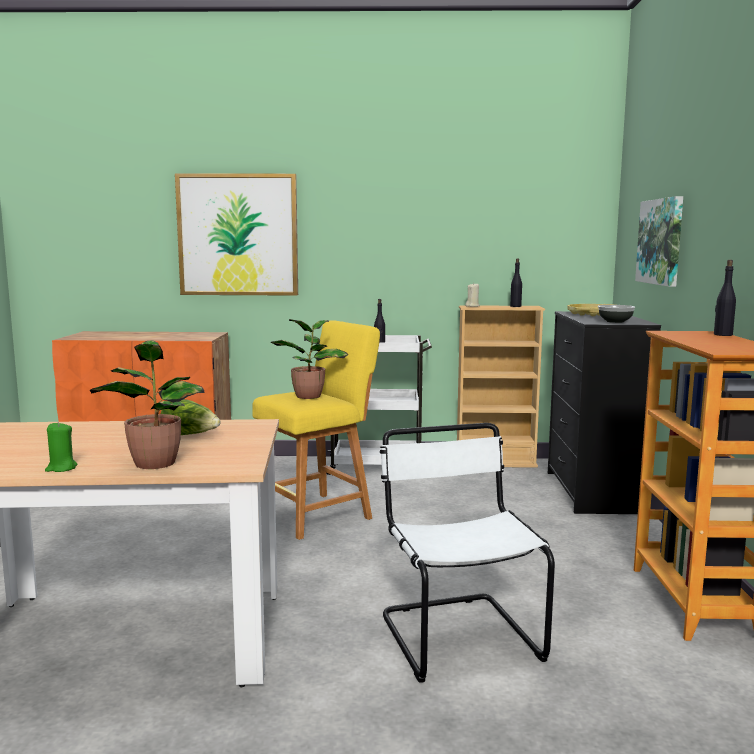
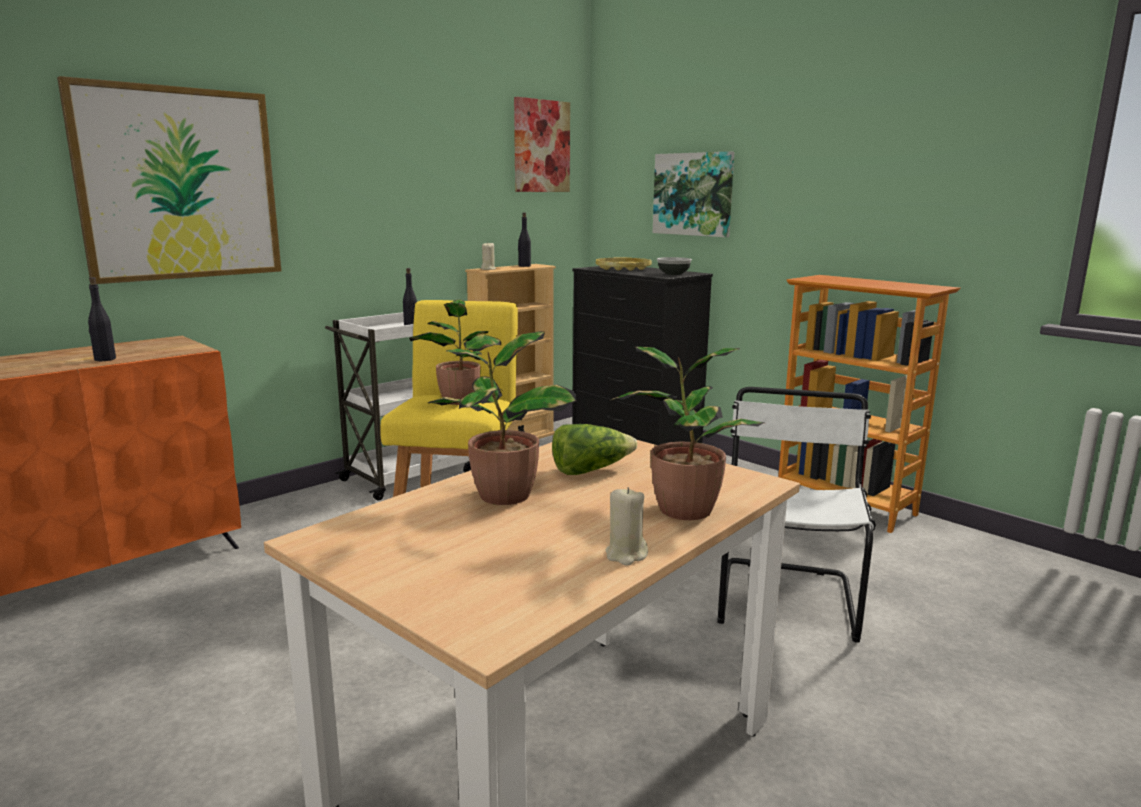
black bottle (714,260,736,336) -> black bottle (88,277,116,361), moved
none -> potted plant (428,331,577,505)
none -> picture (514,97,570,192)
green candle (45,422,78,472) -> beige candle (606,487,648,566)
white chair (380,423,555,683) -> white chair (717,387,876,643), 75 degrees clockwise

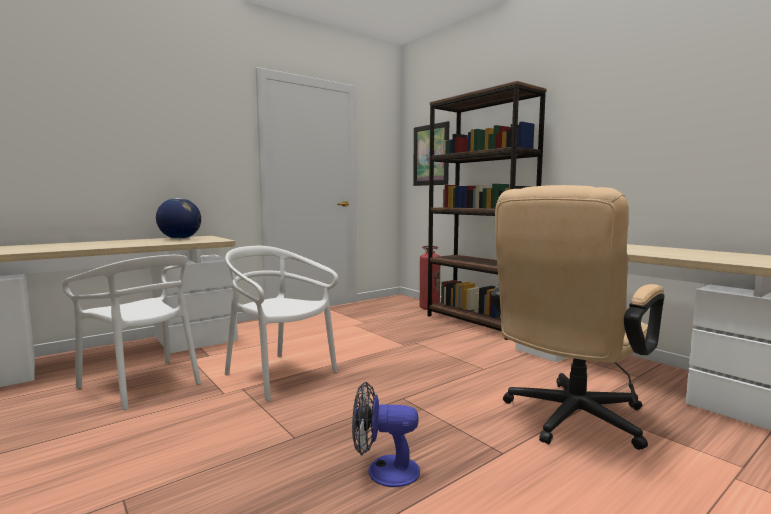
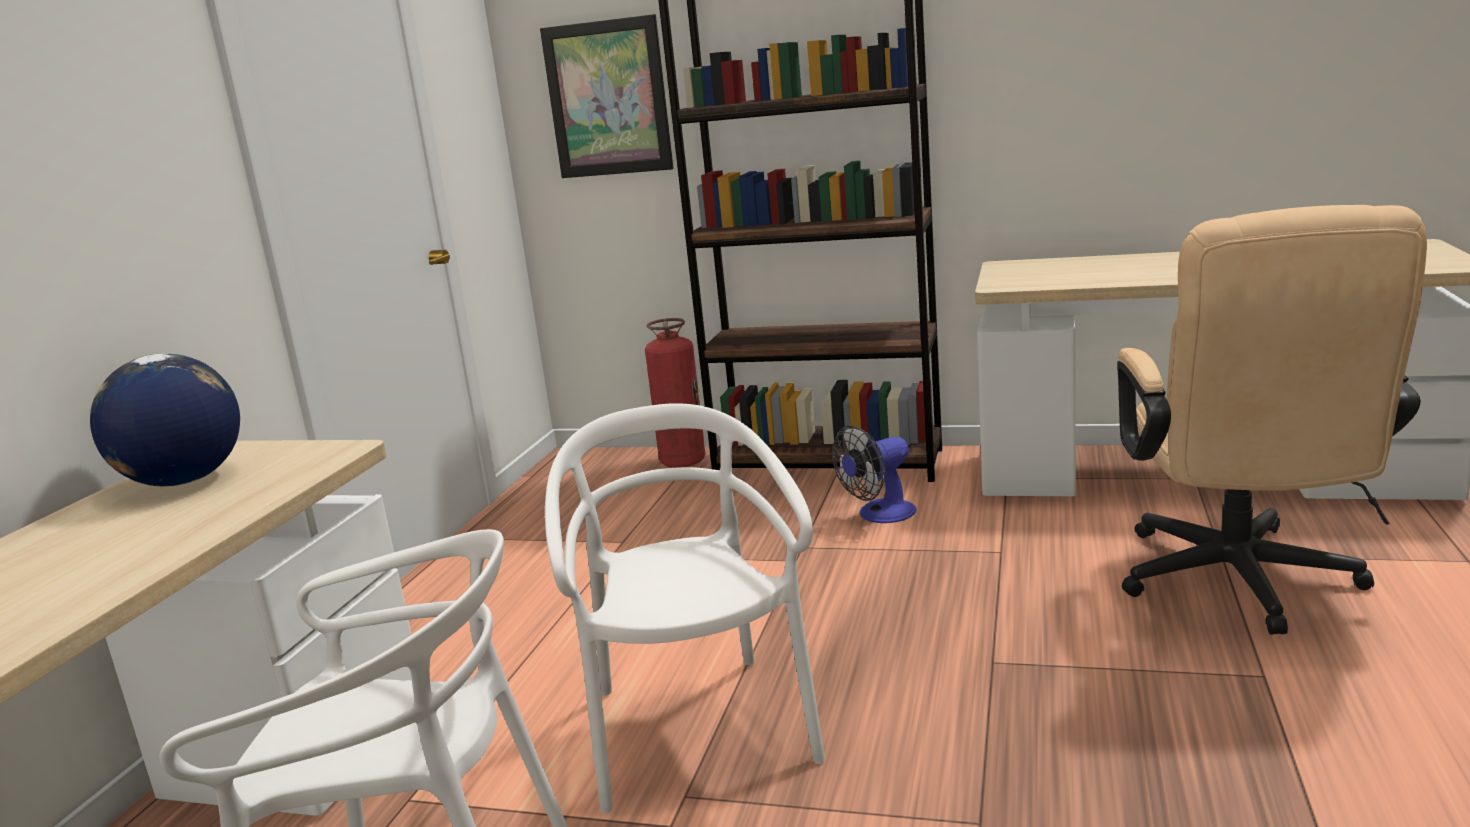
white chair (225,246,338,401) -> white chair (545,403,825,813), 75 degrees clockwise
fan (352,382,420,487) -> fan (832,425,917,523), moved

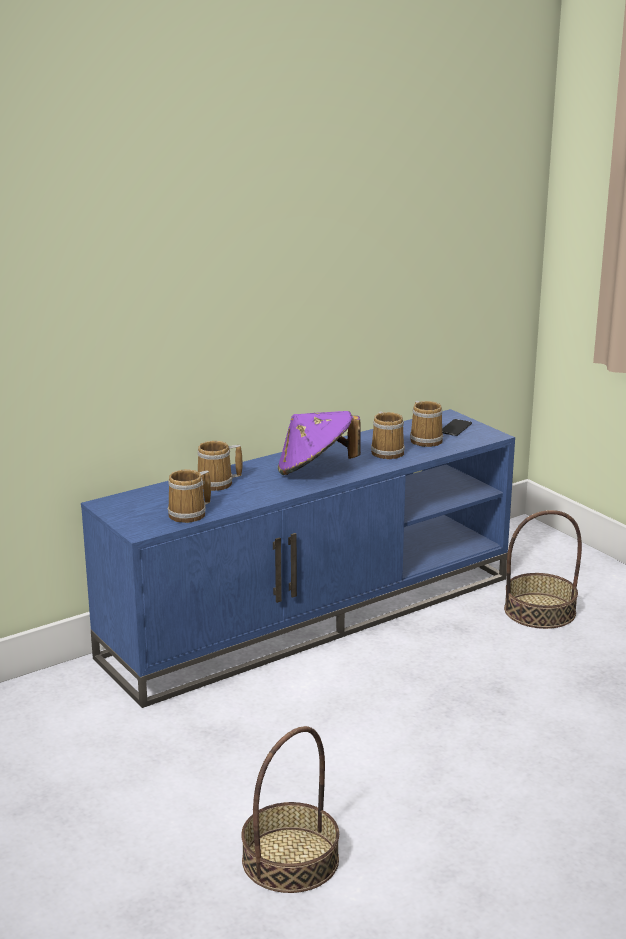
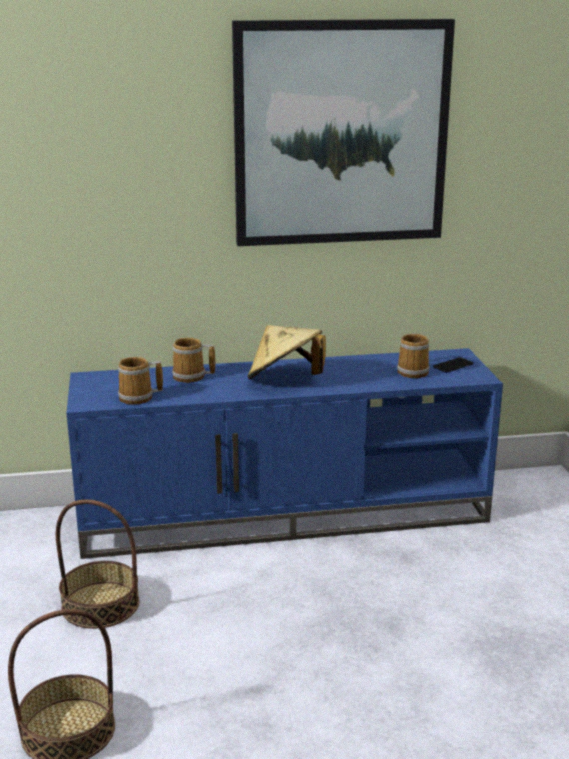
basket (504,510,582,629) -> basket (56,500,139,629), moved
none -> picture (232,19,455,246)
purple hat (278,411,361,475) -> beige hat (248,325,326,379)
mug (371,411,405,459) -> none

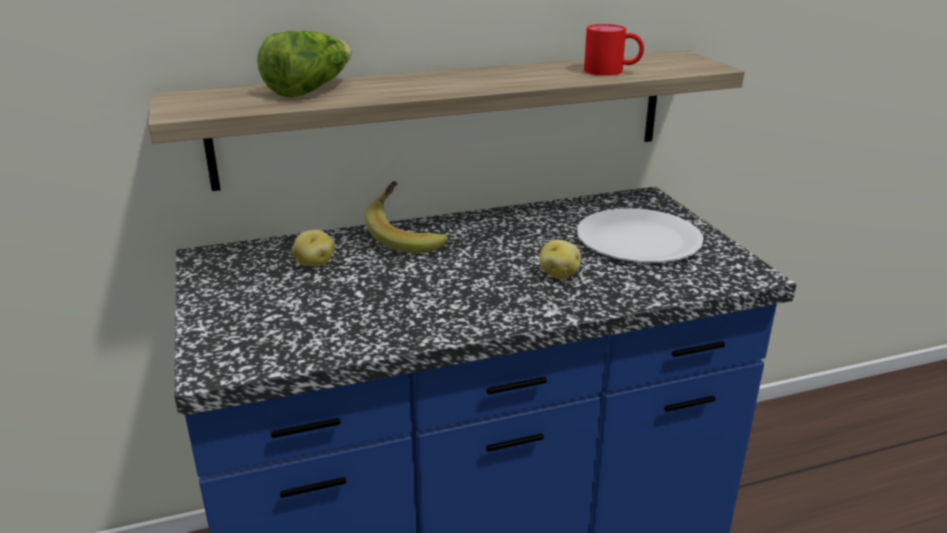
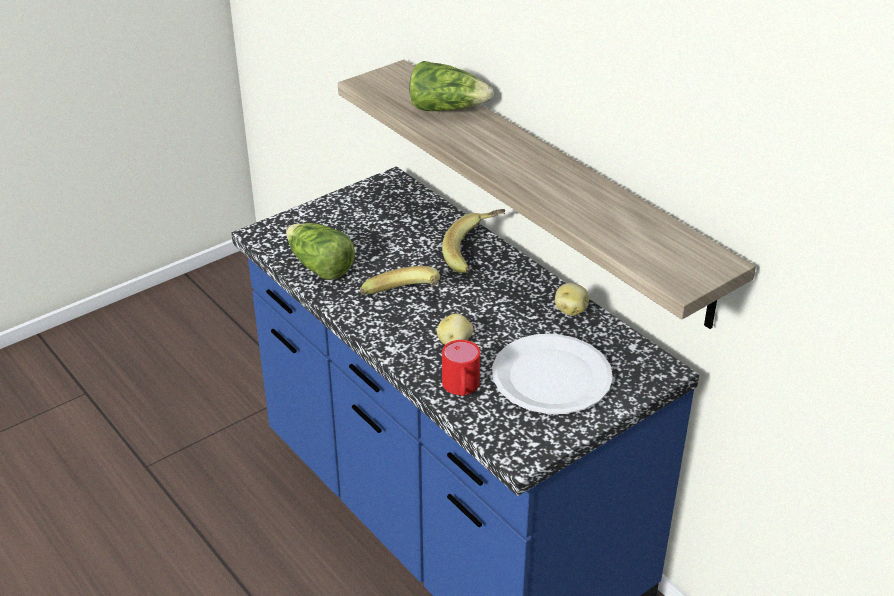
none -> lettuce (286,223,355,280)
none -> banana (360,266,440,295)
red mug (584,24,644,76) -> red mug (442,340,480,396), moved
potato (291,230,335,266) -> potato (555,283,589,316), moved

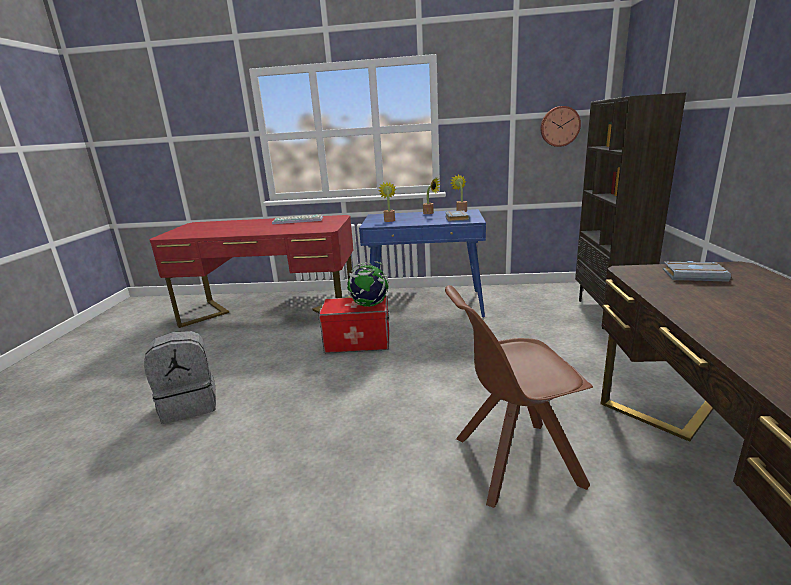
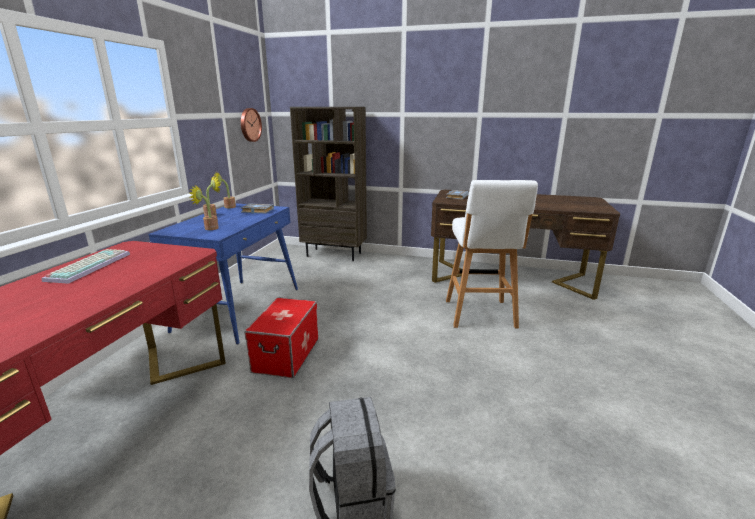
brown chair (445,285,593,508) -> white stool (446,180,538,328)
globe (347,261,389,307) -> none

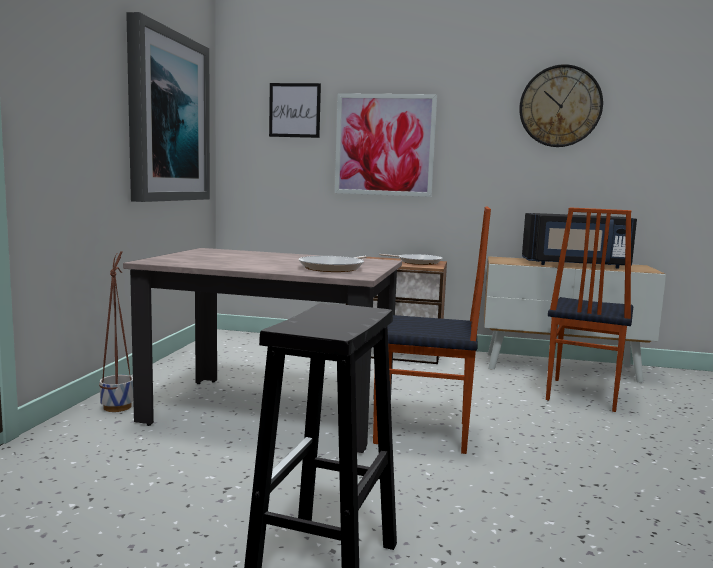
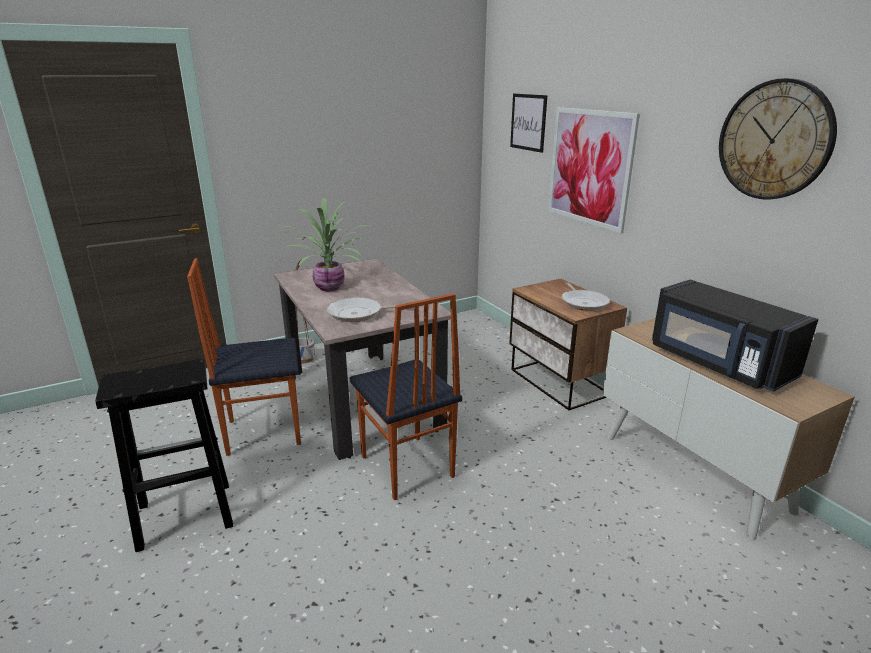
chair (546,207,633,412) -> chair (187,258,301,456), moved
none -> potted plant (281,198,369,291)
picture (126,12,210,202) -> none

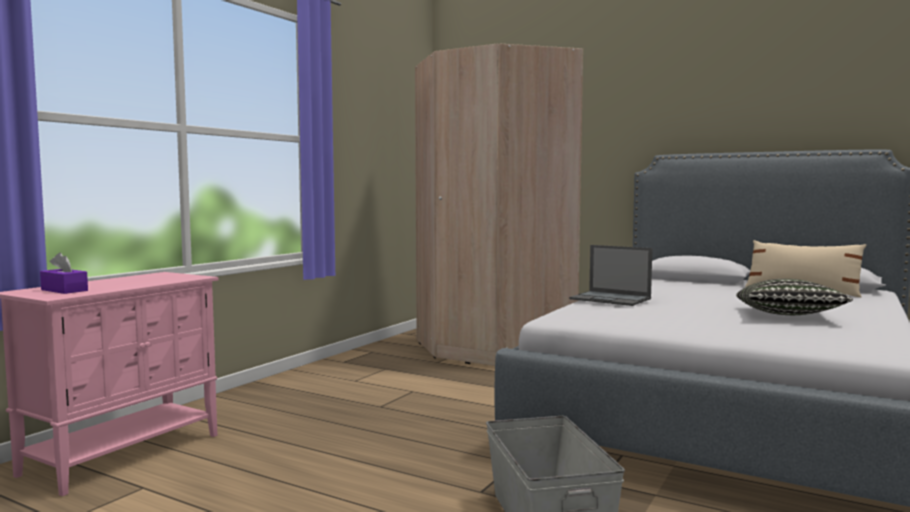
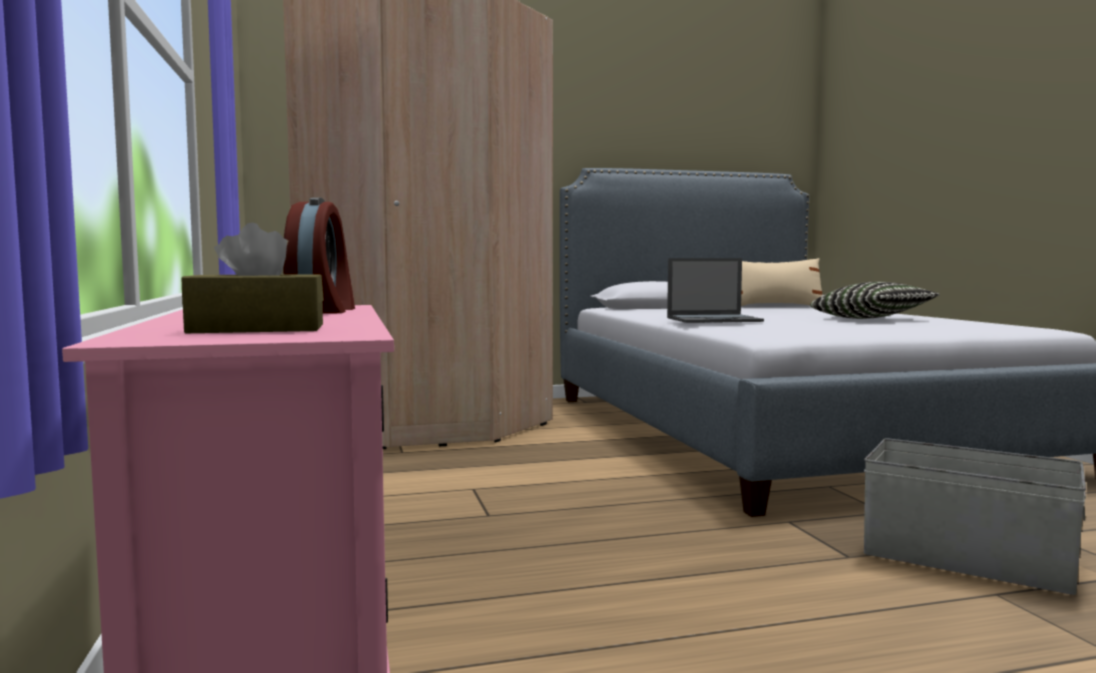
purple tissue box (40,252,88,294) -> brown tissue box (181,223,324,333)
none -> alarm clock (283,198,355,313)

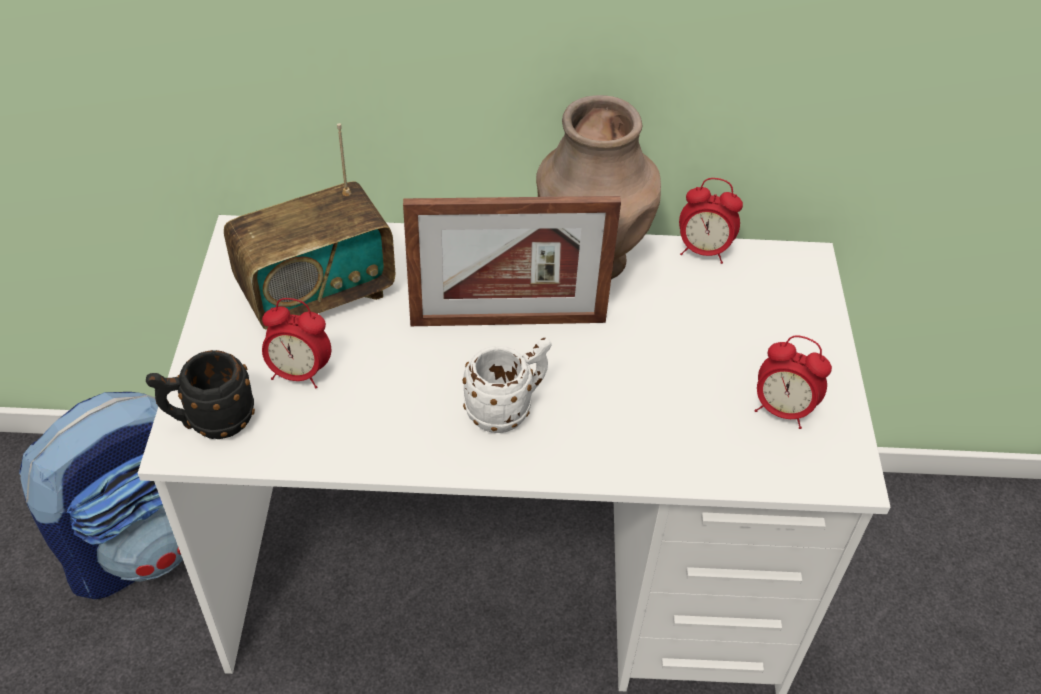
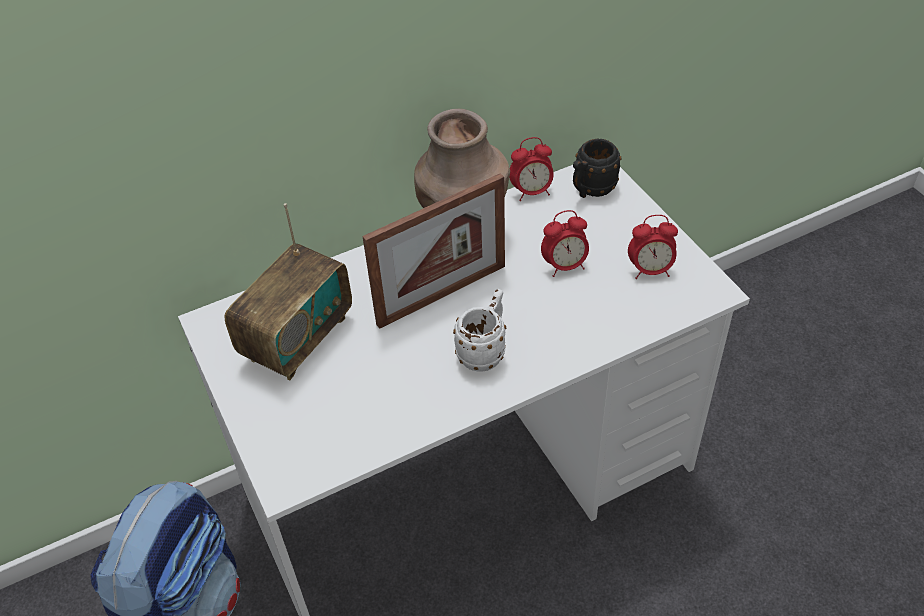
alarm clock (262,298,331,388) -> alarm clock (541,210,589,277), moved
black mug (146,350,255,439) -> black mug (573,139,621,198), moved

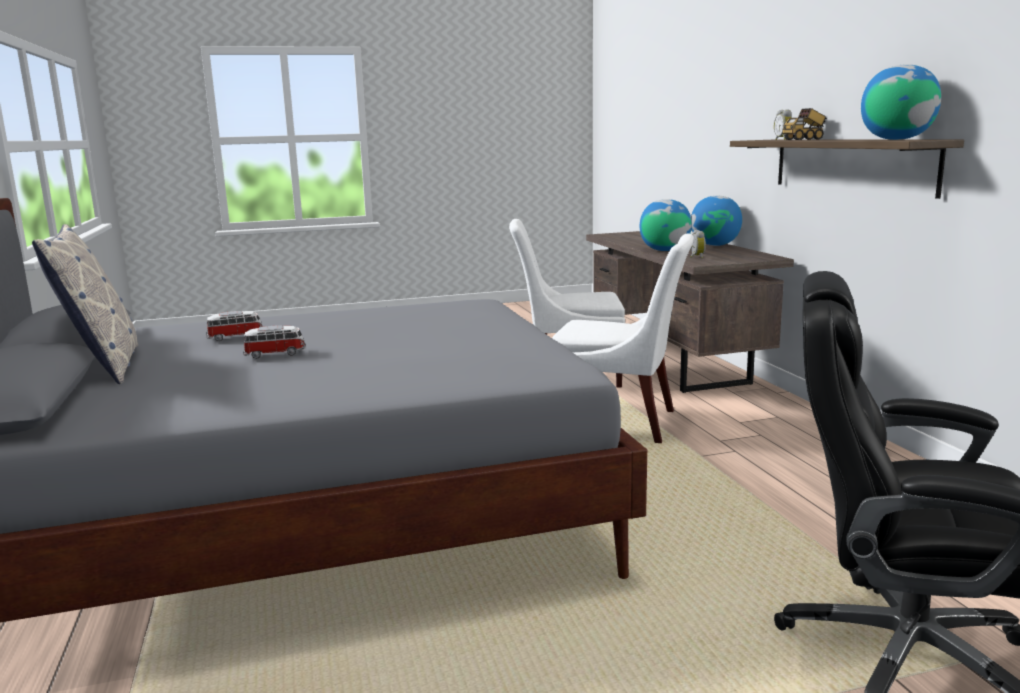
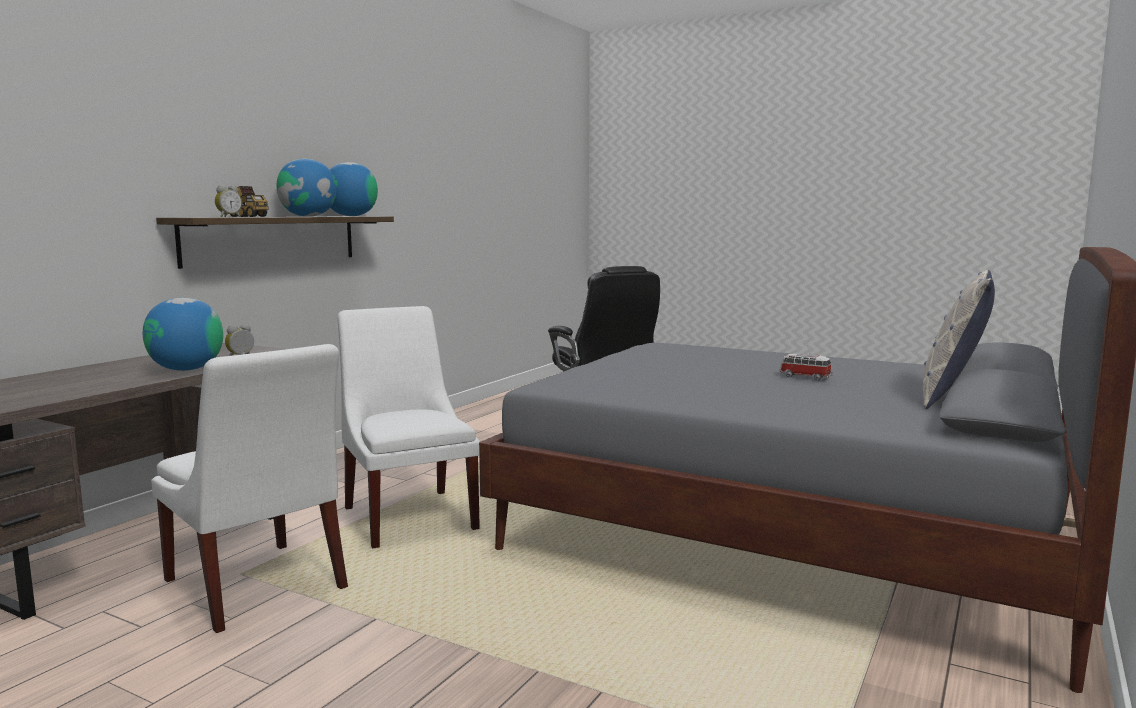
globe (691,196,742,246) -> globe (277,159,336,217), moved
toy car (206,311,262,341) -> none

